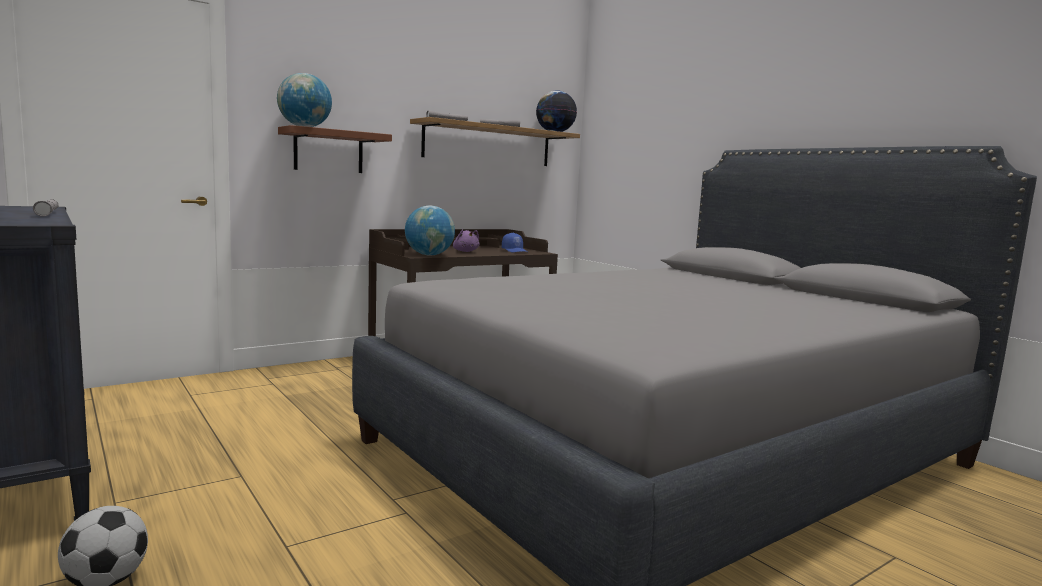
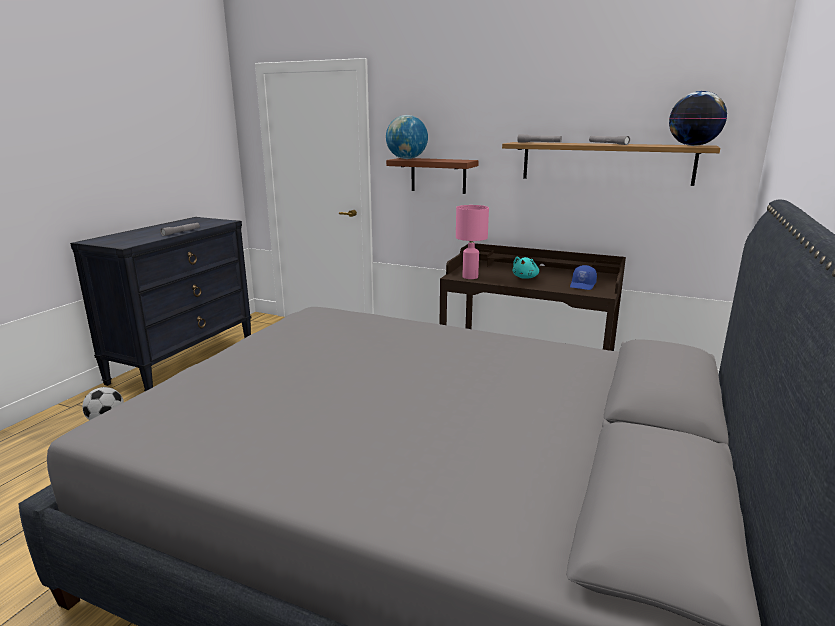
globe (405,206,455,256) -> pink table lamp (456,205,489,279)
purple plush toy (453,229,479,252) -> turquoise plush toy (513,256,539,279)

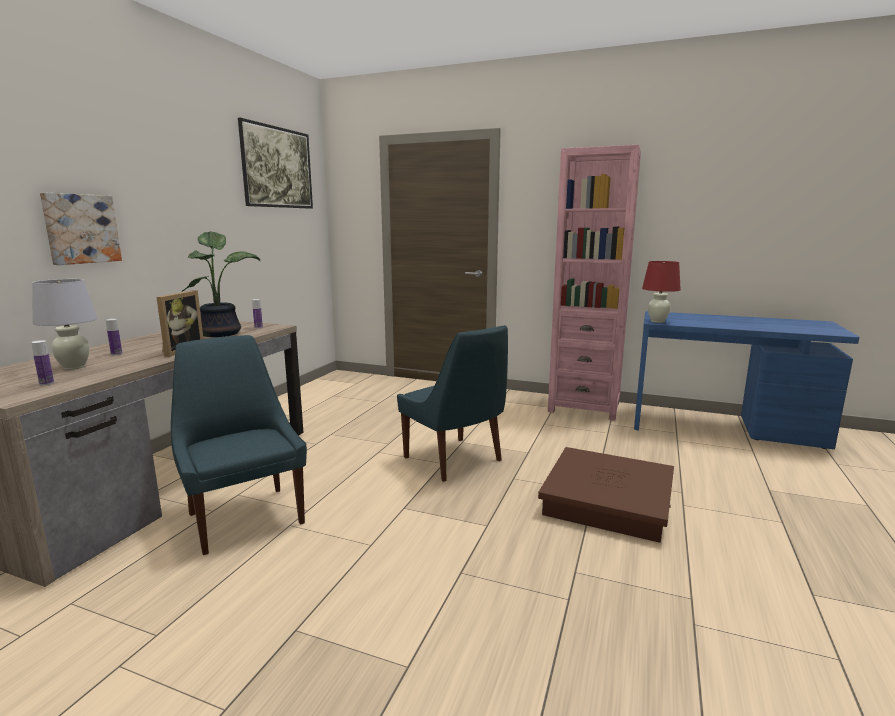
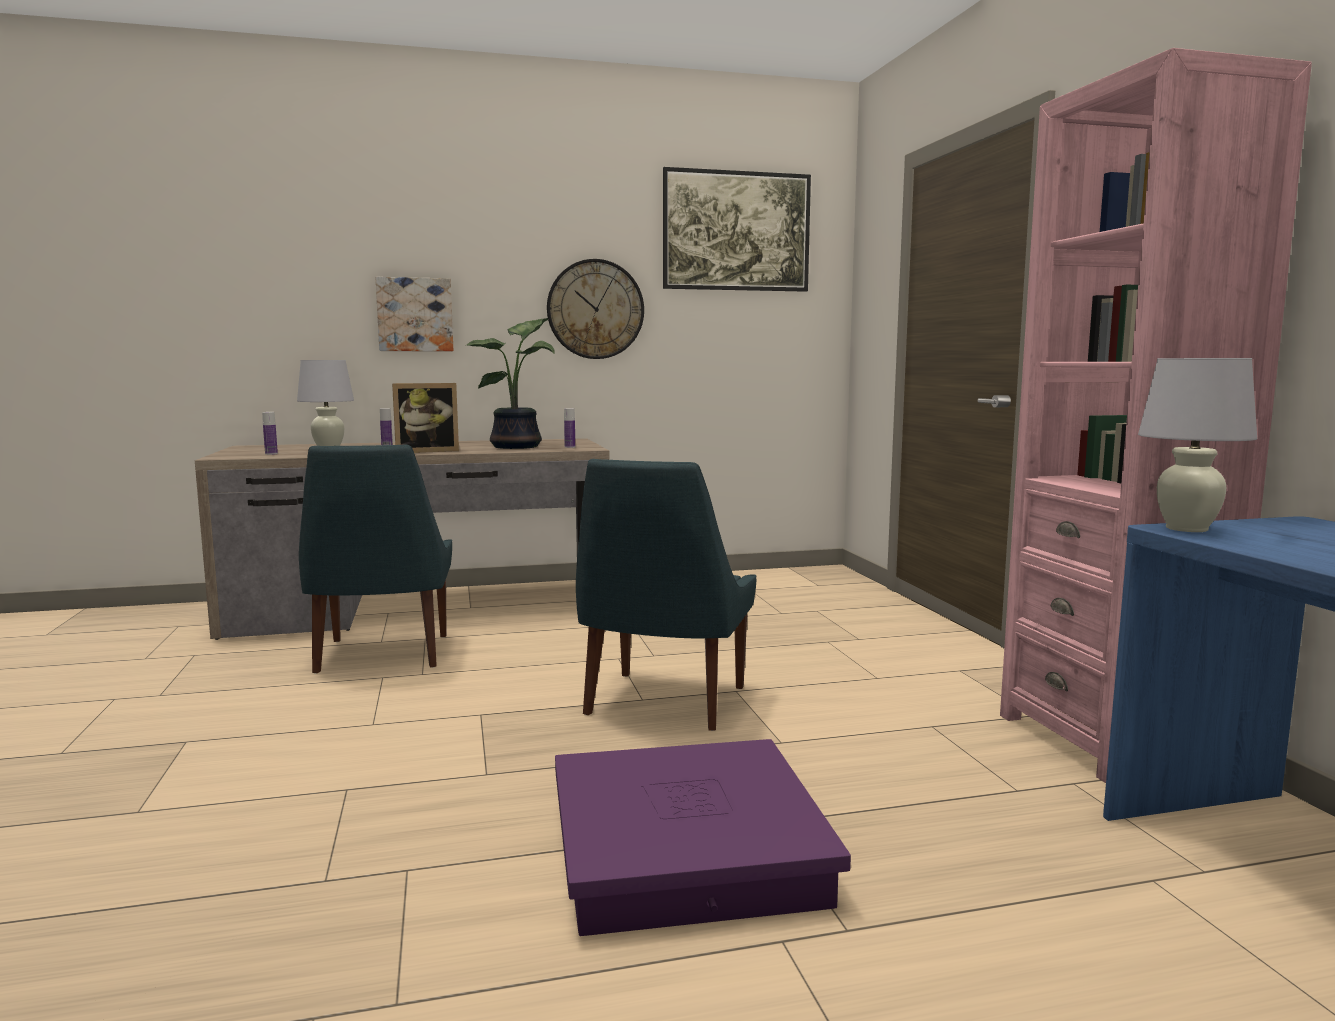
blue chair (171,335,307,555) -> blue chair (299,445,452,674), 150 degrees clockwise
none -> wall clock (547,259,644,359)
brown storage box (538,447,674,543) -> purple storage box (555,739,851,936)
red table lamp (642,261,681,323) -> white table lamp (1138,358,1257,532)

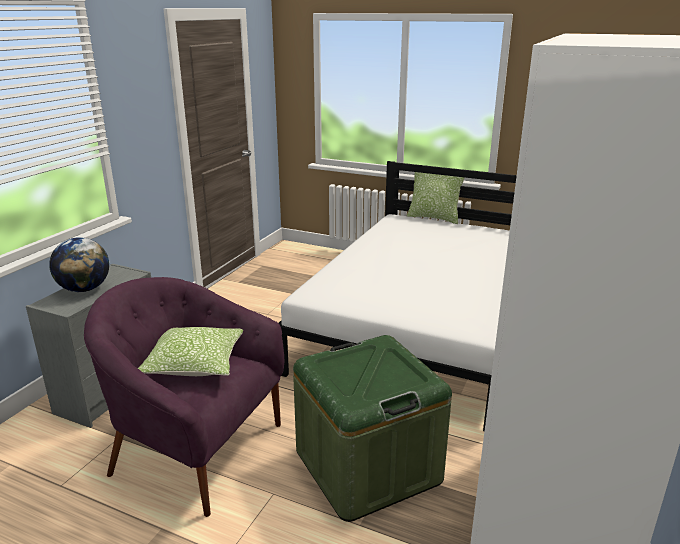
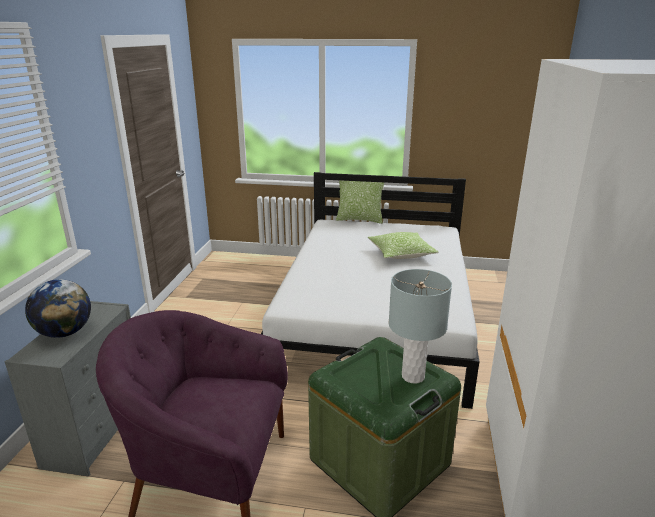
pillow (138,327,243,376) -> pillow (368,232,438,259), moved
none -> grey table lamp (389,269,452,384)

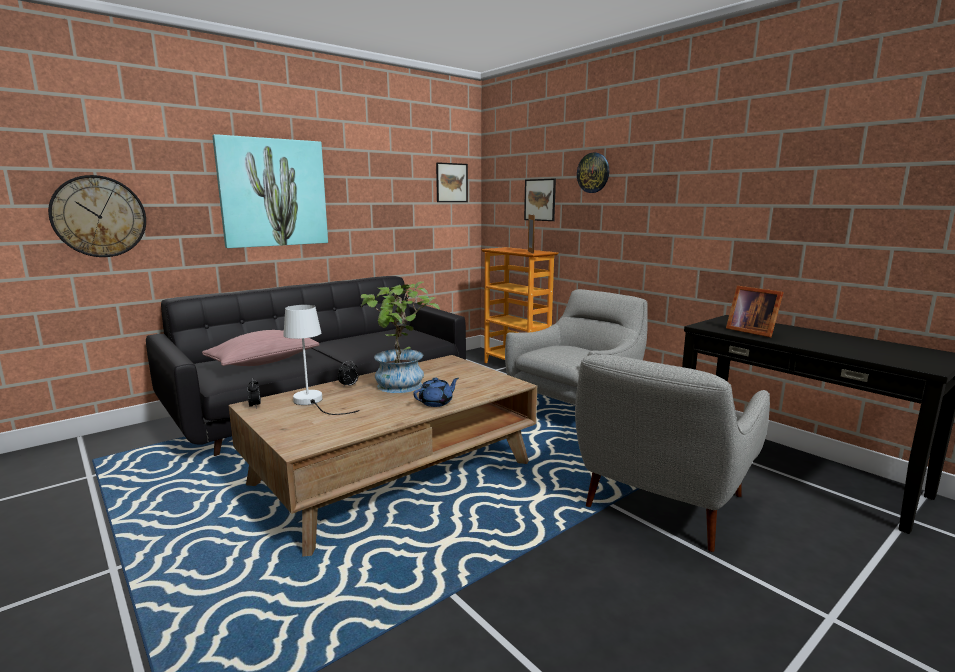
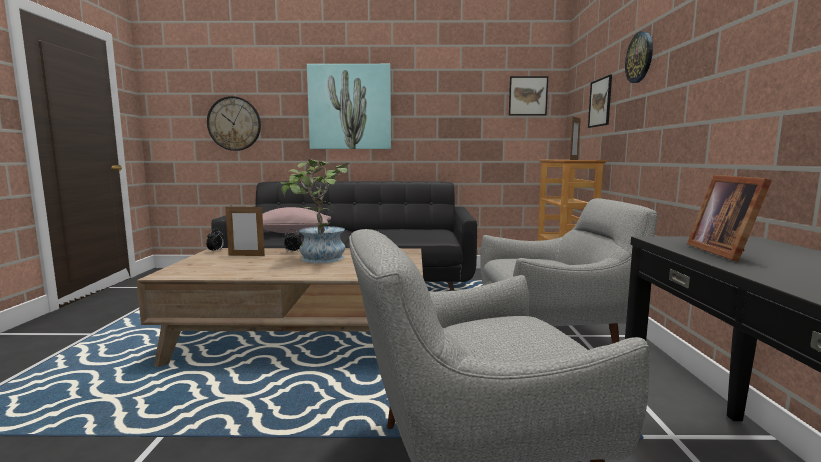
white table lamp (283,305,360,415) -> picture frame (225,206,265,256)
blue teapot (413,378,459,407) -> none

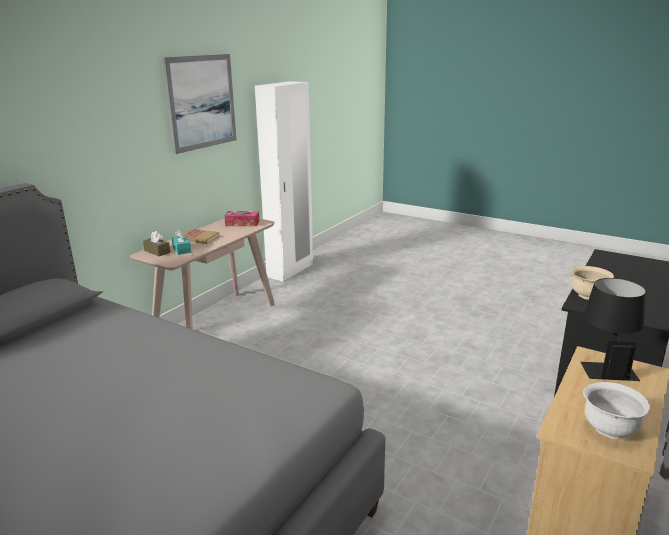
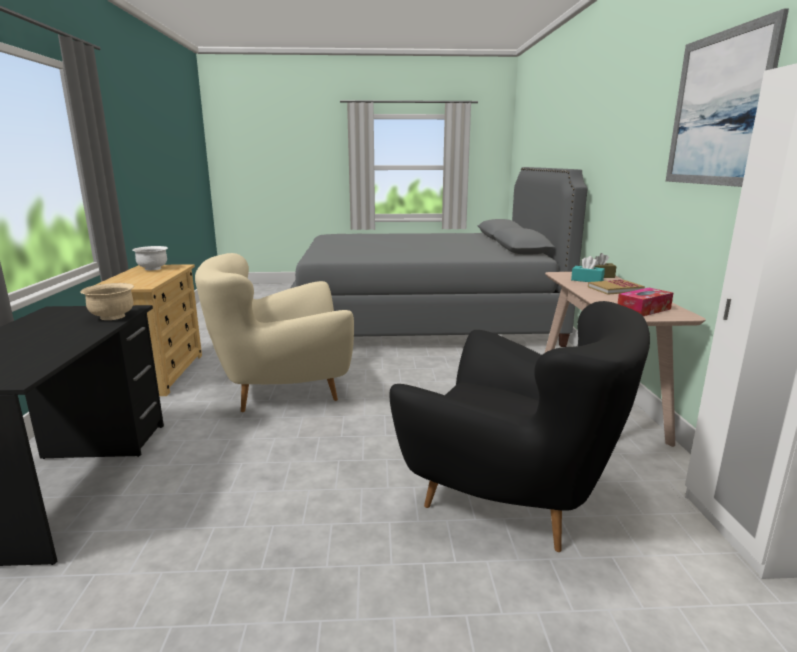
none -> beige armchair (195,253,354,412)
none -> black armchair (390,301,650,552)
black table lamp (581,278,646,381) -> none

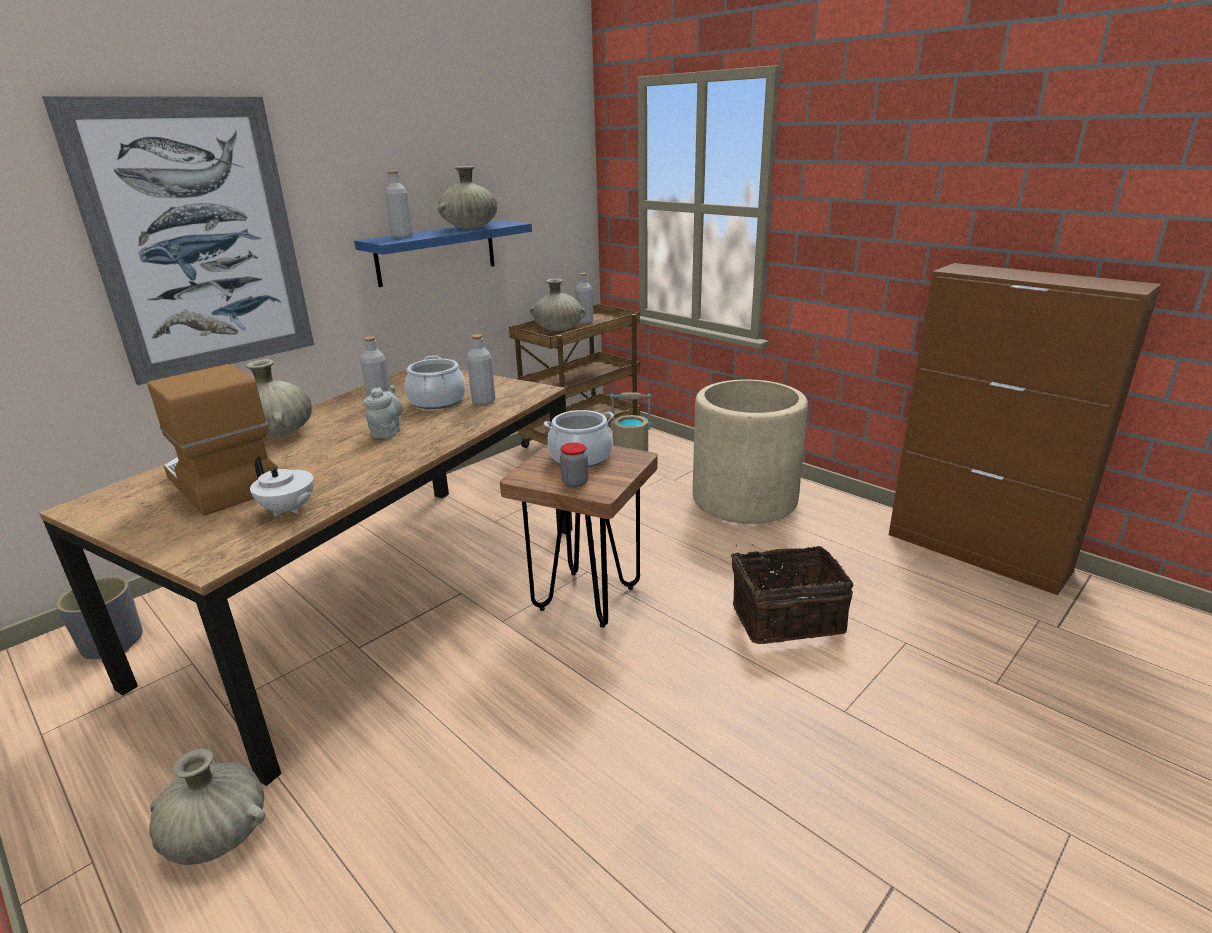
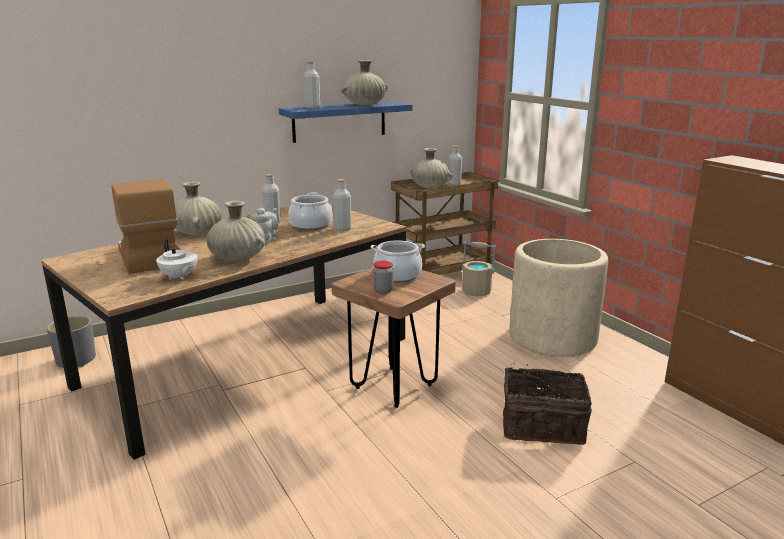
beige vase (149,748,265,865) -> beige vase (207,201,265,261), moved
picture (42,96,314,385) -> none

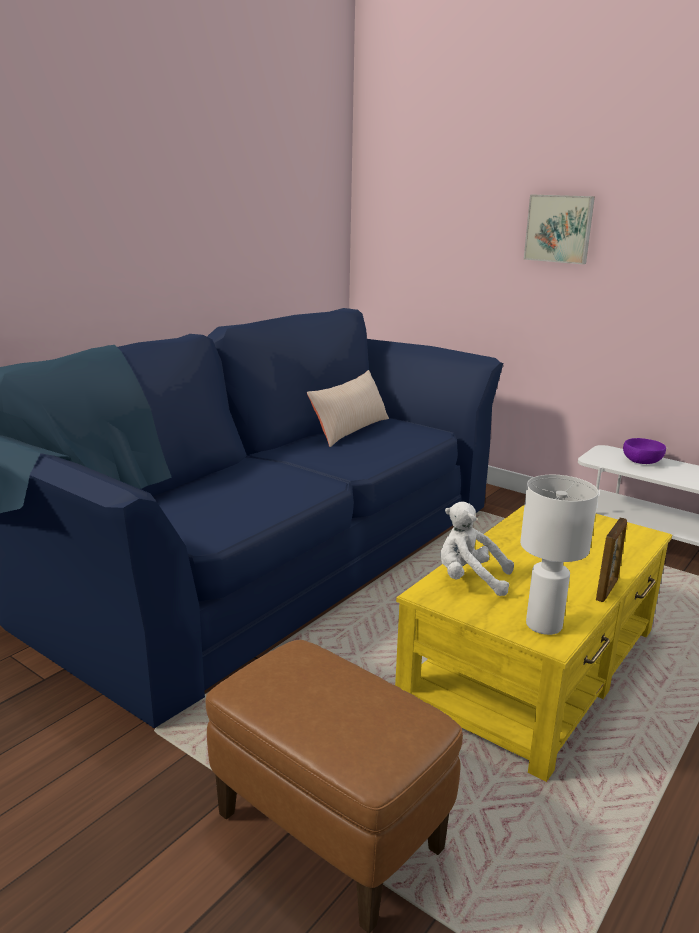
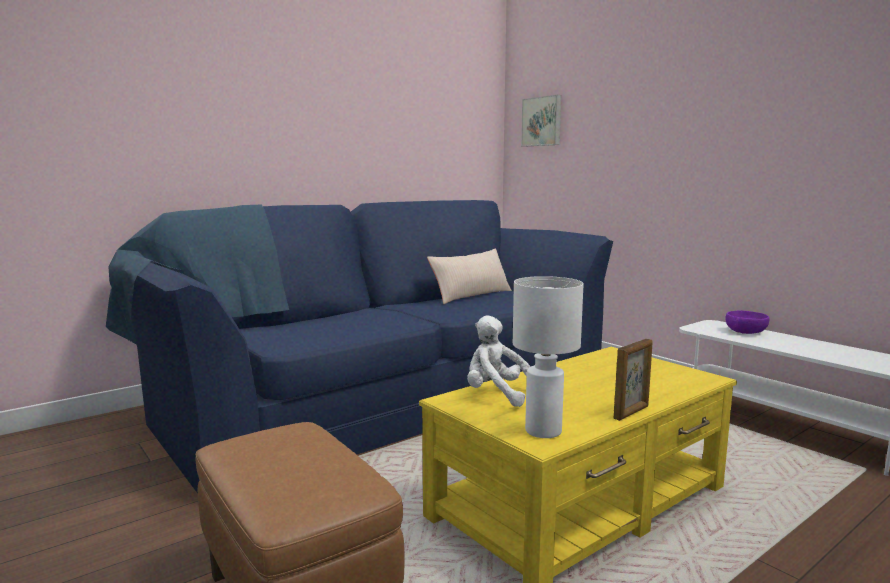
picture (524,195,595,264) -> picture (521,95,561,146), moved

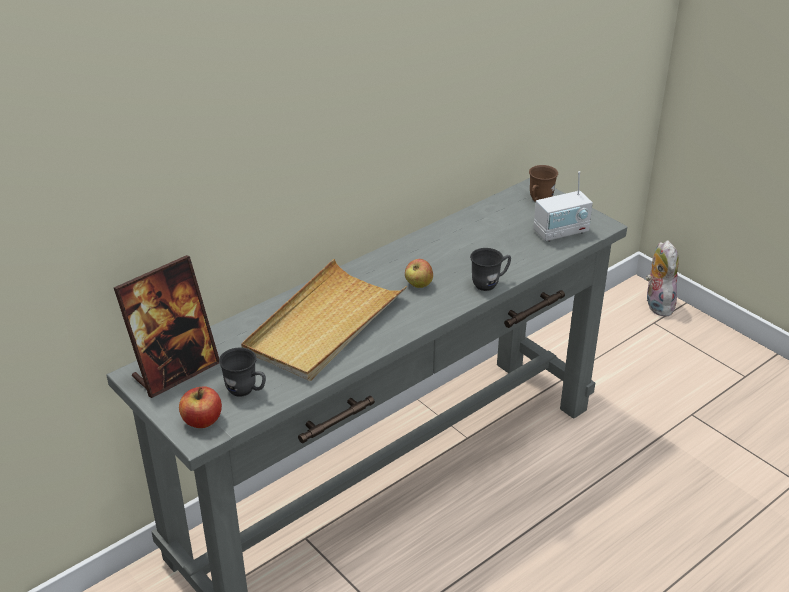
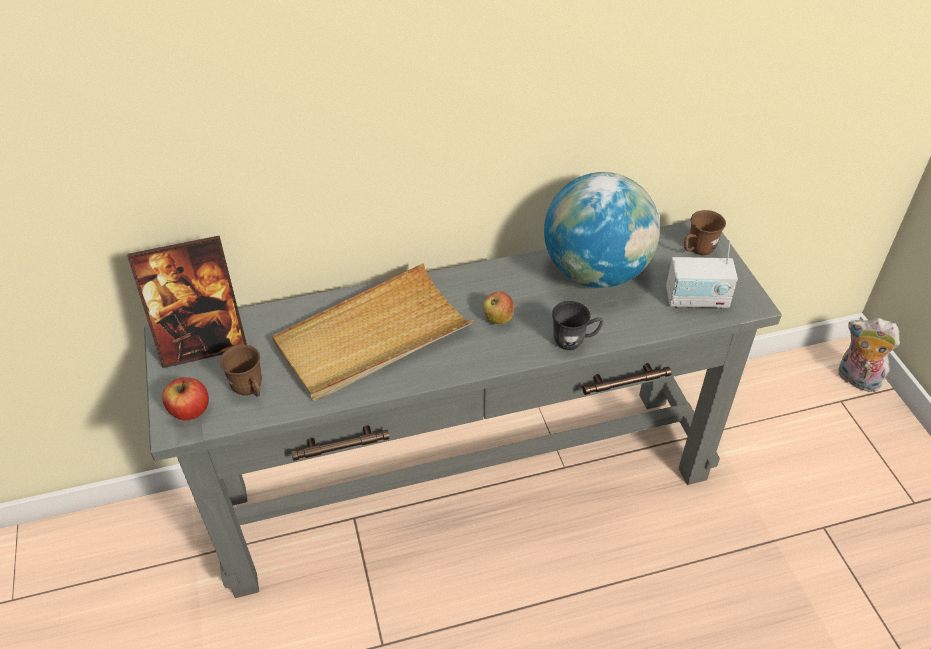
grey mug (219,347,266,397) -> brown mug (220,345,262,396)
none -> globe (544,172,660,288)
plush toy (646,240,679,316) -> plush toy (838,318,900,392), 75 degrees counterclockwise

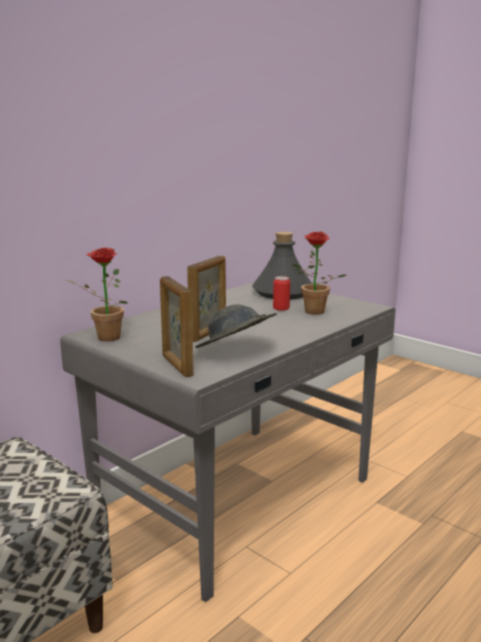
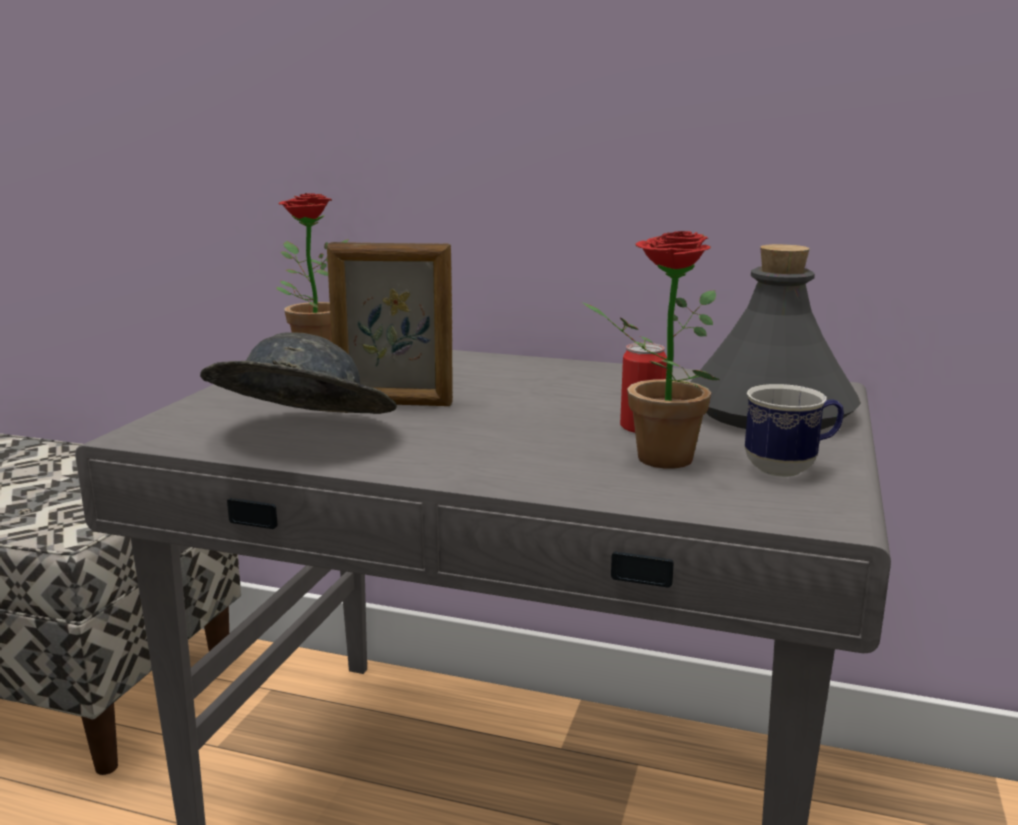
none -> mug (745,384,844,477)
picture frame (160,276,194,377) -> none

